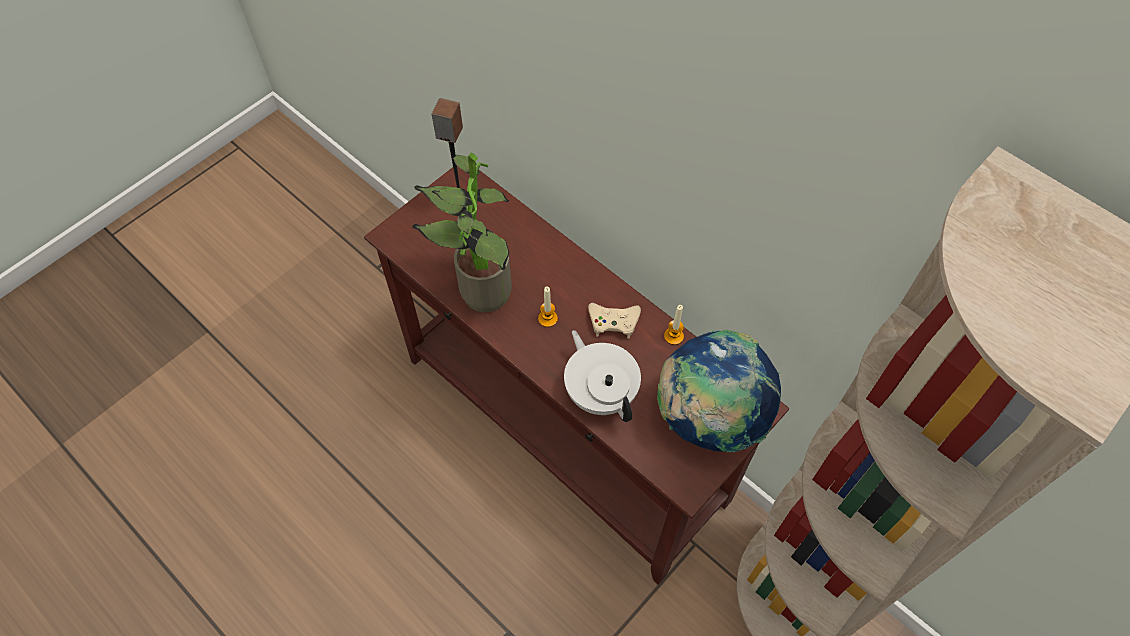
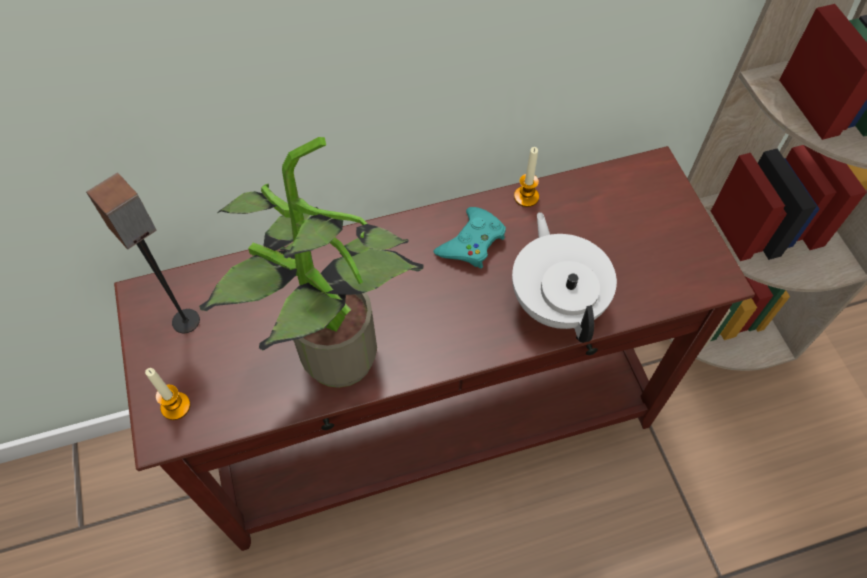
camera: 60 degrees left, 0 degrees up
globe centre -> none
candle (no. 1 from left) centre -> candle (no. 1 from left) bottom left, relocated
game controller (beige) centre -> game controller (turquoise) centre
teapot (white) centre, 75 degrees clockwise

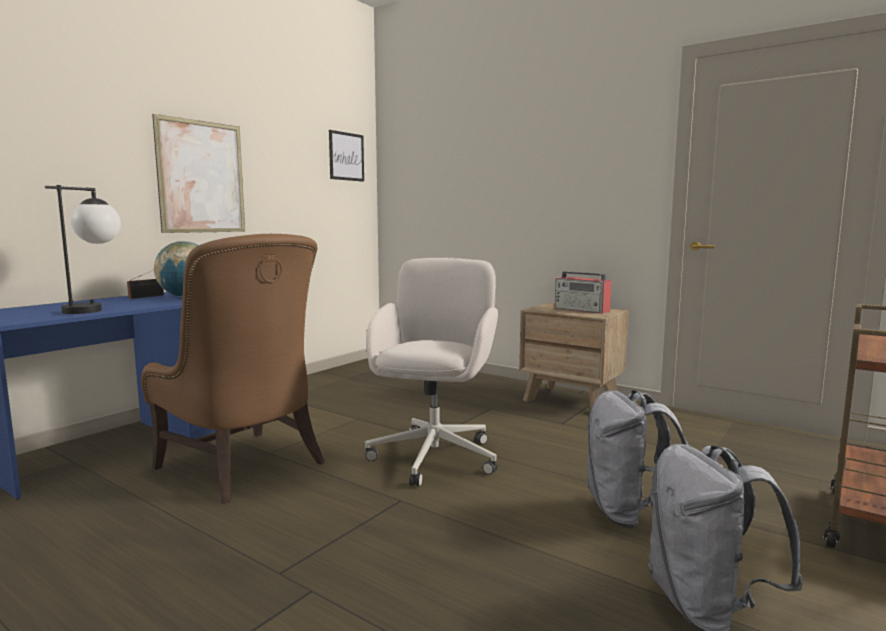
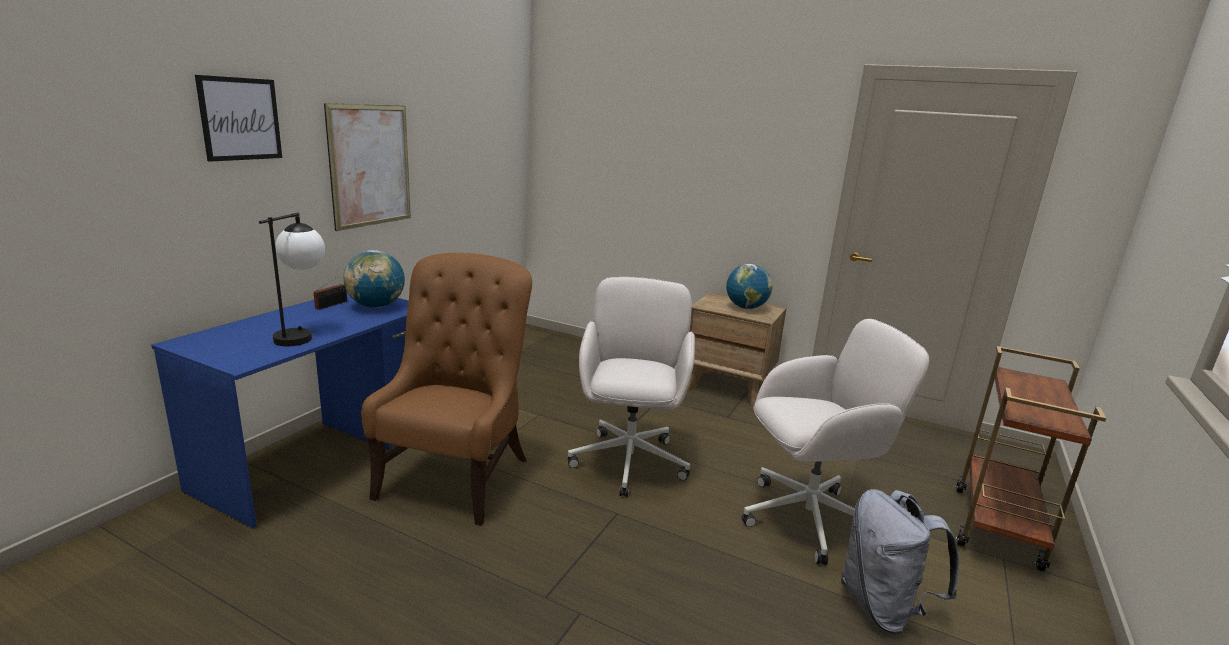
camera: 10 degrees left, 10 degrees up
picture (no. 2 from left in the first image) top centre -> picture (no. 1 from left) top left, relocated
radio (no. 2 from left) centre -> globe (no. 2 from left) centre
backpack (grey) (no. 1 from left) bottom right -> office chair (white) (no. 2 from left) bottom right
chair (brown) middle left -> chair (brown) centre, 105 degrees counterclockwise

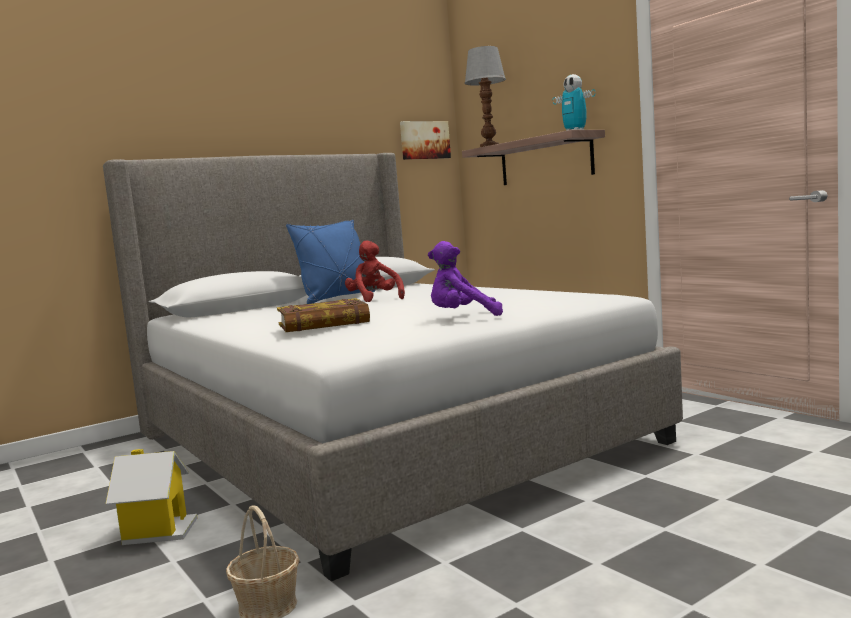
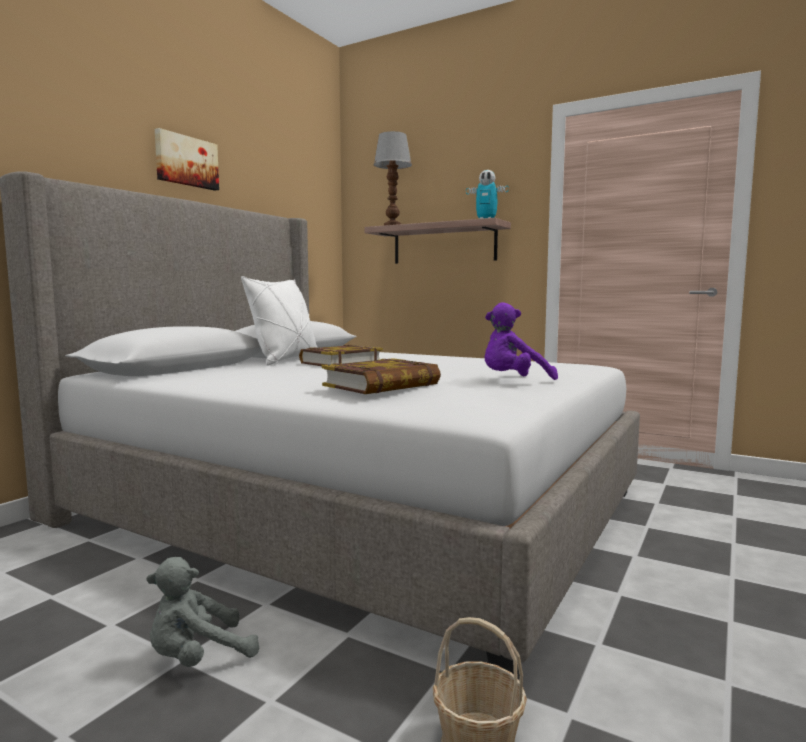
camera: 25 degrees left, 0 degrees up
picture top centre -> picture top left, relocated
toy house bottom left -> plush toy (grey) bottom left
plush toy (red) centre -> book (no. 1 from left) centre
pillow (blue) centre -> pillow (white) centre

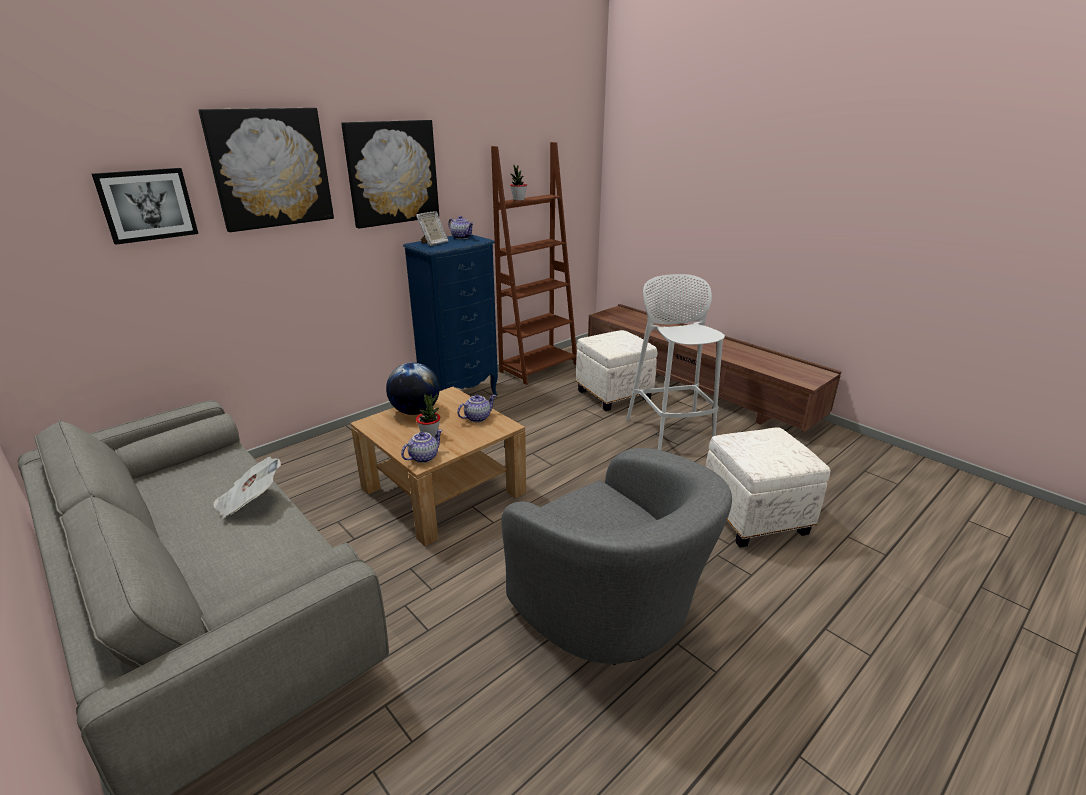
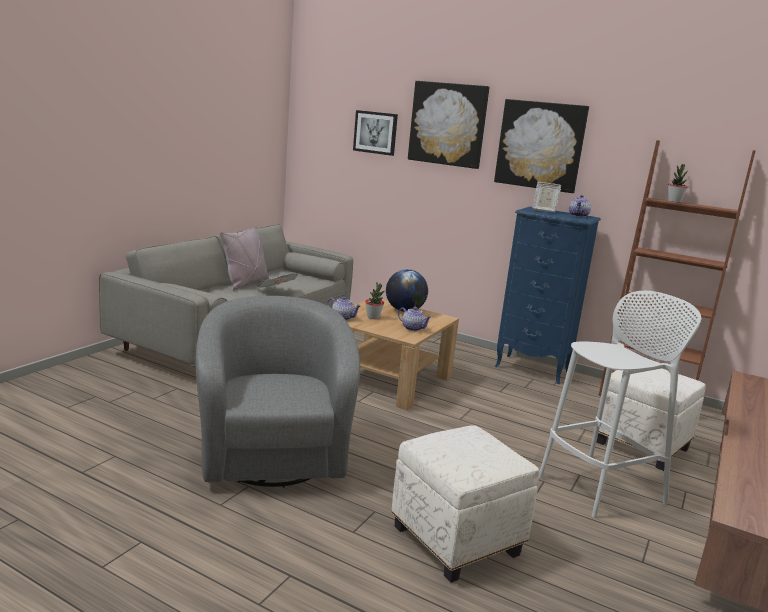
camera: 70 degrees right, 10 degrees down
none -> pillow (purple) middle left
armchair (grey) bottom centre -> armchair (grey) centre, 135 degrees clockwise

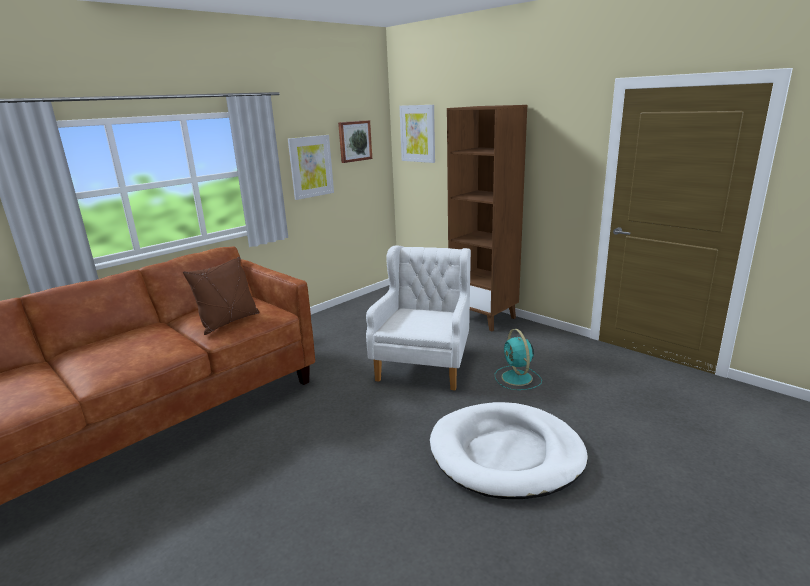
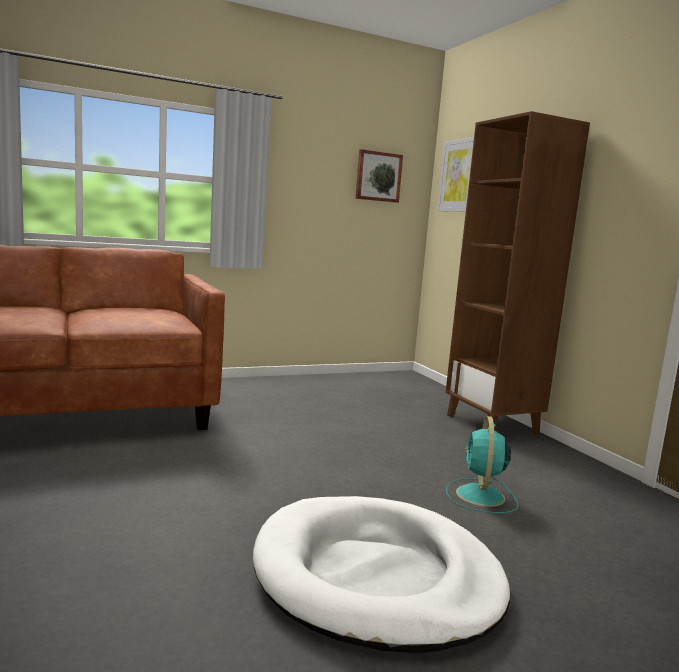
camera: 20 degrees right, 10 degrees down
pillow (brown) middle left -> none
picture (no. 1 from left) top centre -> none
armchair (white) centre -> none

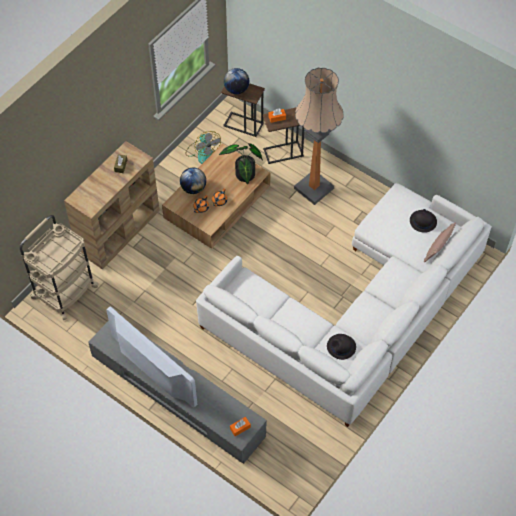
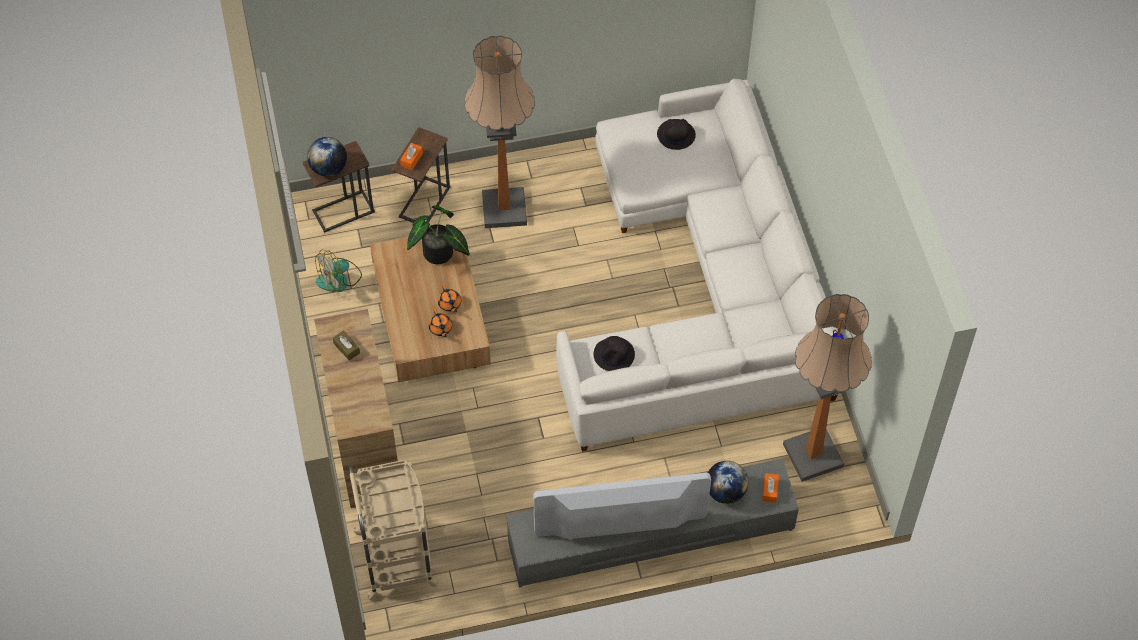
camera: 50 degrees left, 0 degrees up
pillow (beige) middle right -> none
none -> floor lamp (no. 2 from left) middle right
globe (no. 1 from left in the first image) centre -> globe (no. 2 from left) bottom centre, relocated
hat (black) (no. 1 from left) bottom centre -> hat (black) (no. 1 from left) centre, relocated
fan top centre -> fan middle left, 135 degrees clockwise

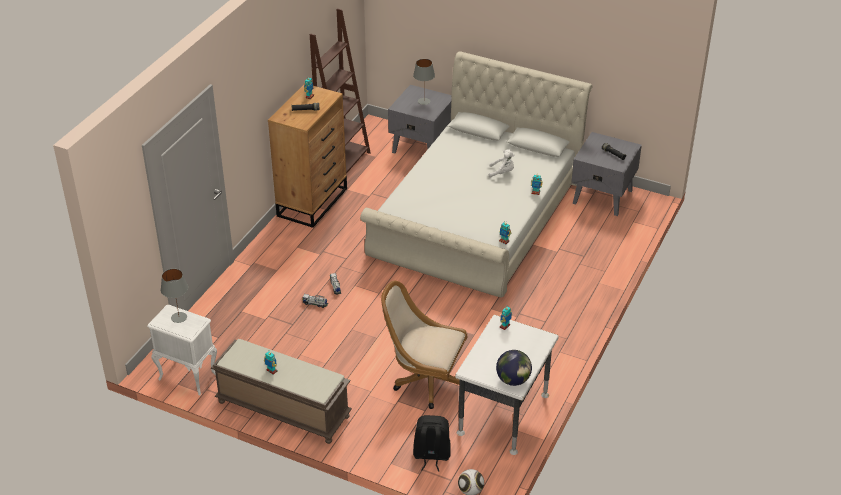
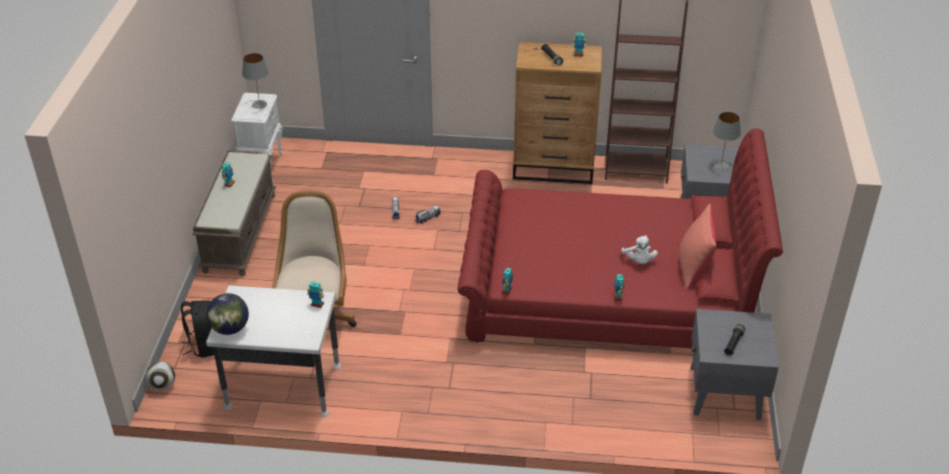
camera: 70 degrees right, 0 degrees up
none -> pillow (red) middle right
bed (beige) centre -> bed (red) centre

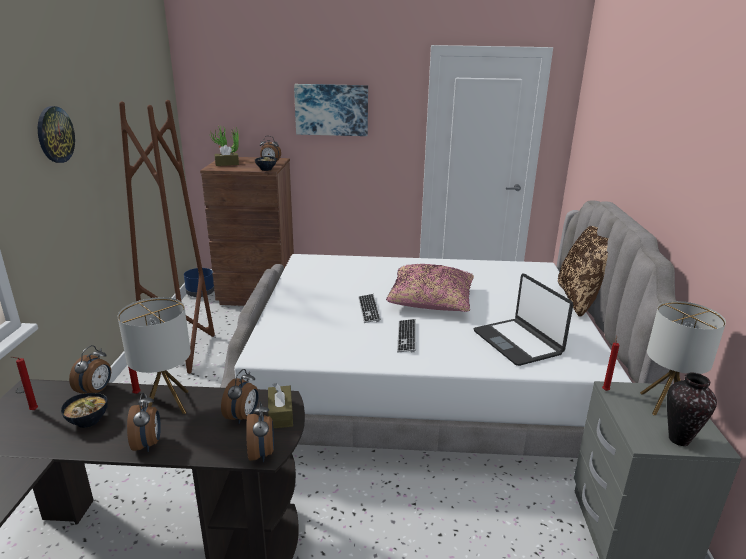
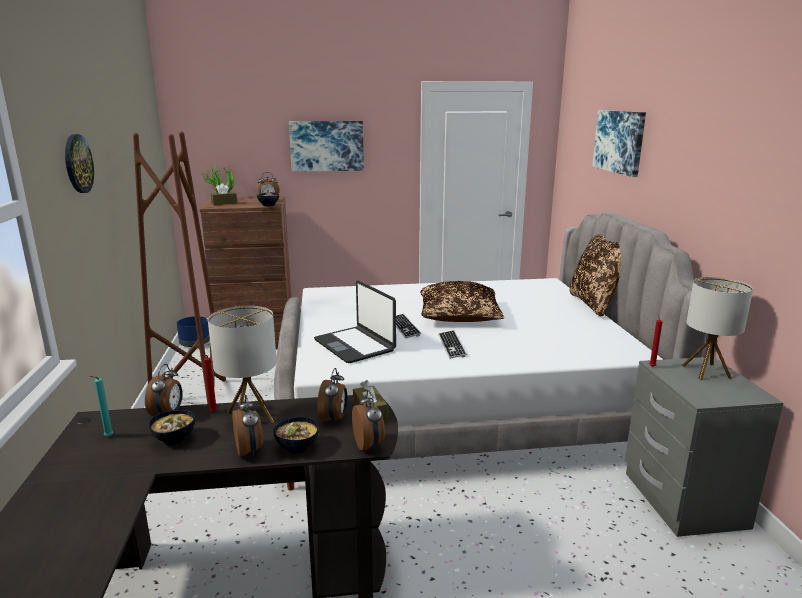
camera: 10 degrees left, 5 degrees down
vase bottom right -> none
none -> bowl (no. 3 from left) bottom centre
none -> picture (no. 2 from left) top right
laptop middle right -> laptop centre, relocated
candle (red) (no. 1 from left) bottom left -> candle (turquoise) bottom left
pillow (pink) centre -> pillow (brown) (no. 1 from left) centre

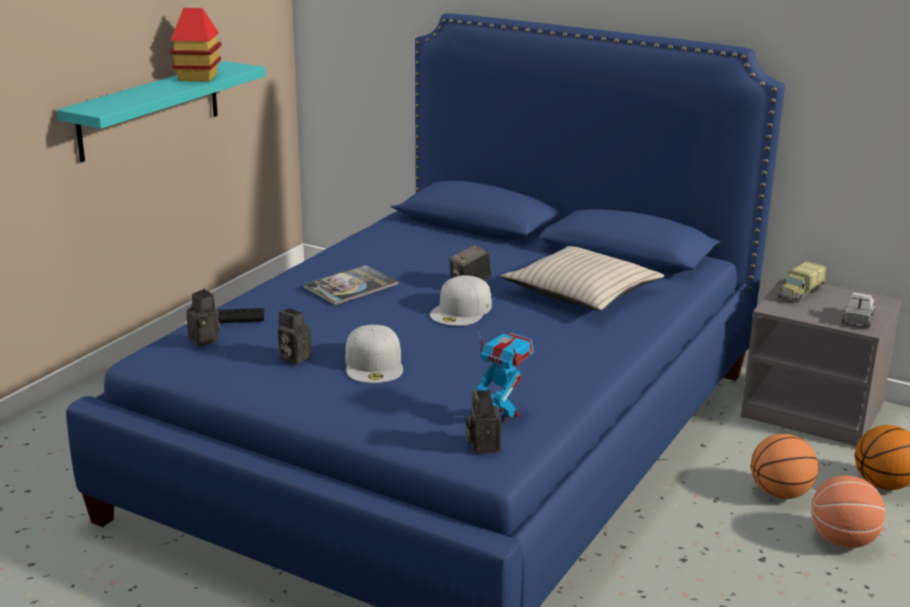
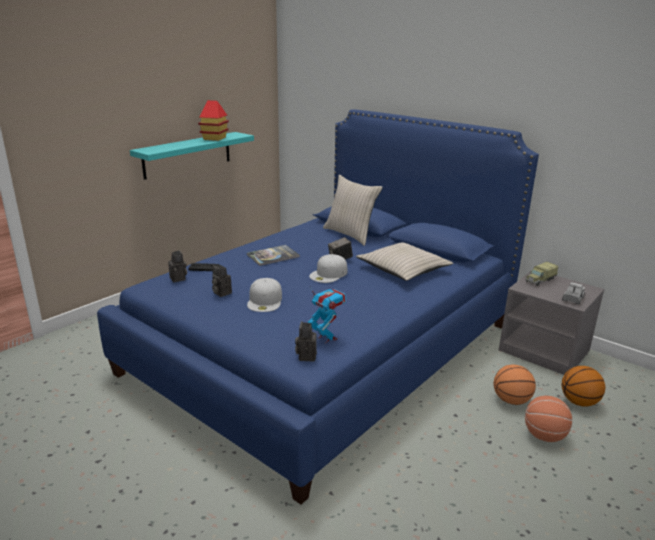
camera: 10 degrees right, 0 degrees up
none -> pillow (beige) (no. 1 from left) centre

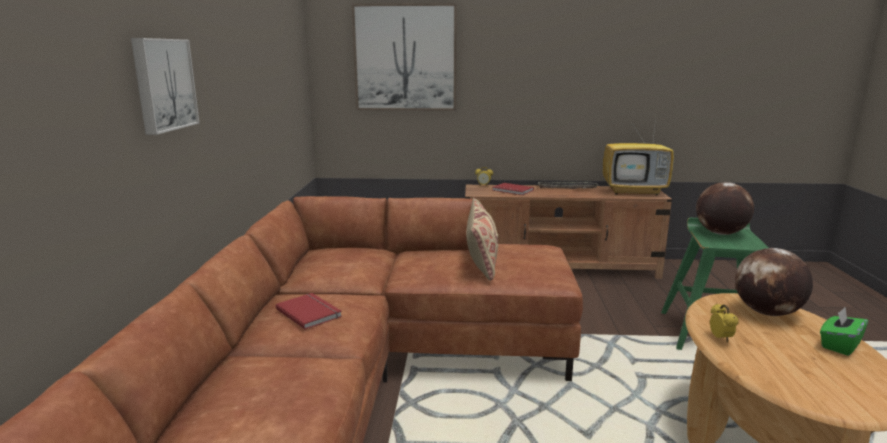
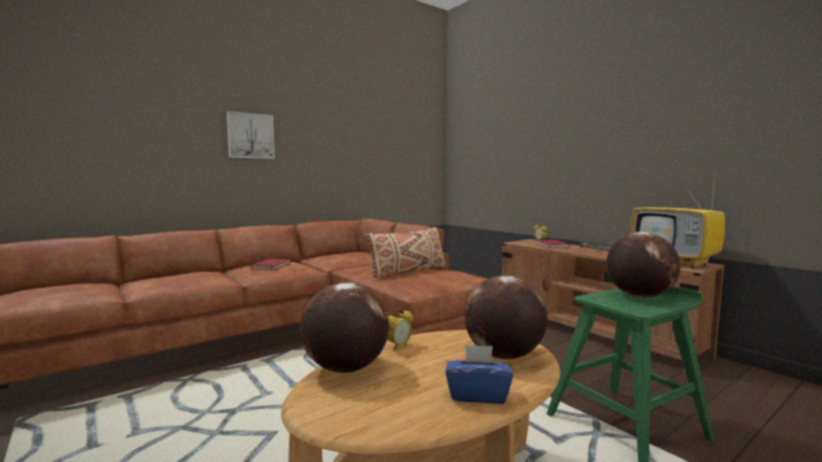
camera: 50 degrees right, 10 degrees down
picture (no. 2 from left) top centre -> none
none -> globe (no. 1 from left) bottom centre
tissue box (green) bottom right -> tissue box (blue) bottom centre

